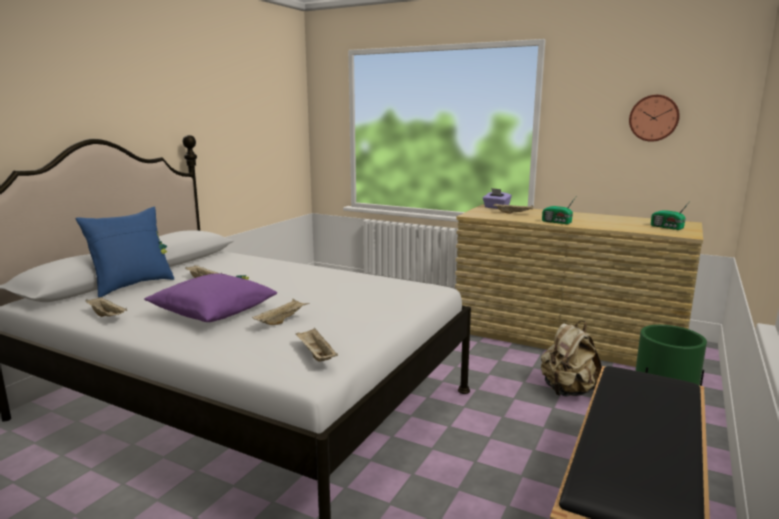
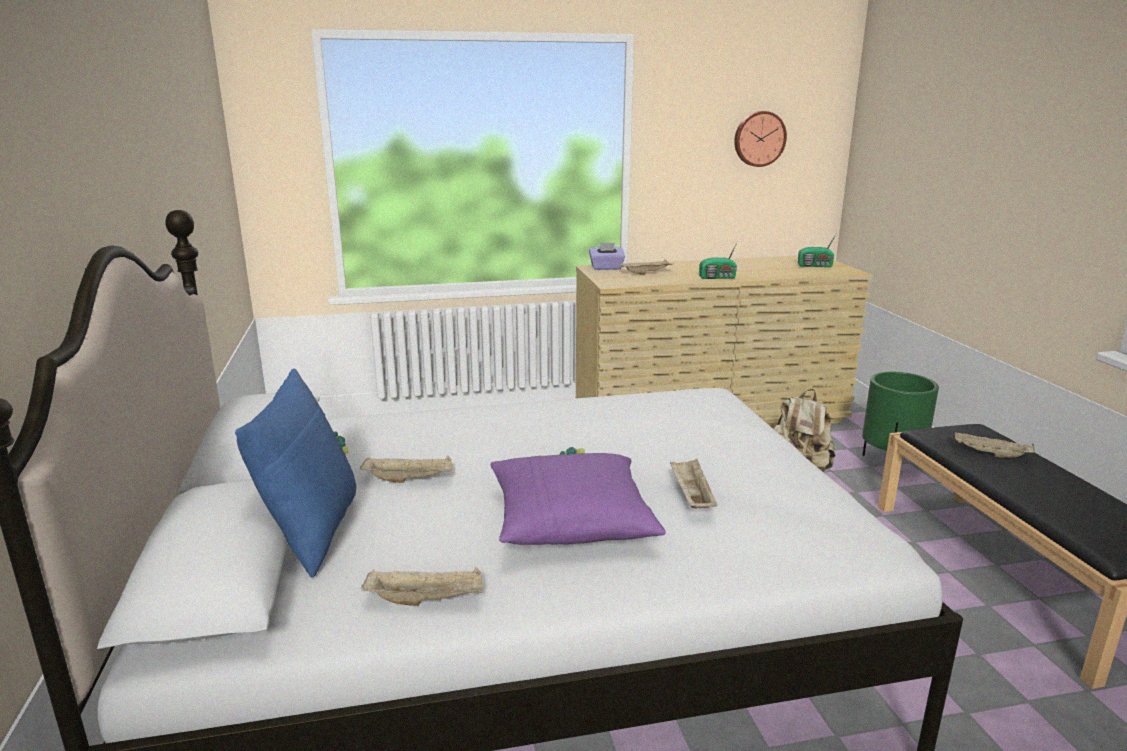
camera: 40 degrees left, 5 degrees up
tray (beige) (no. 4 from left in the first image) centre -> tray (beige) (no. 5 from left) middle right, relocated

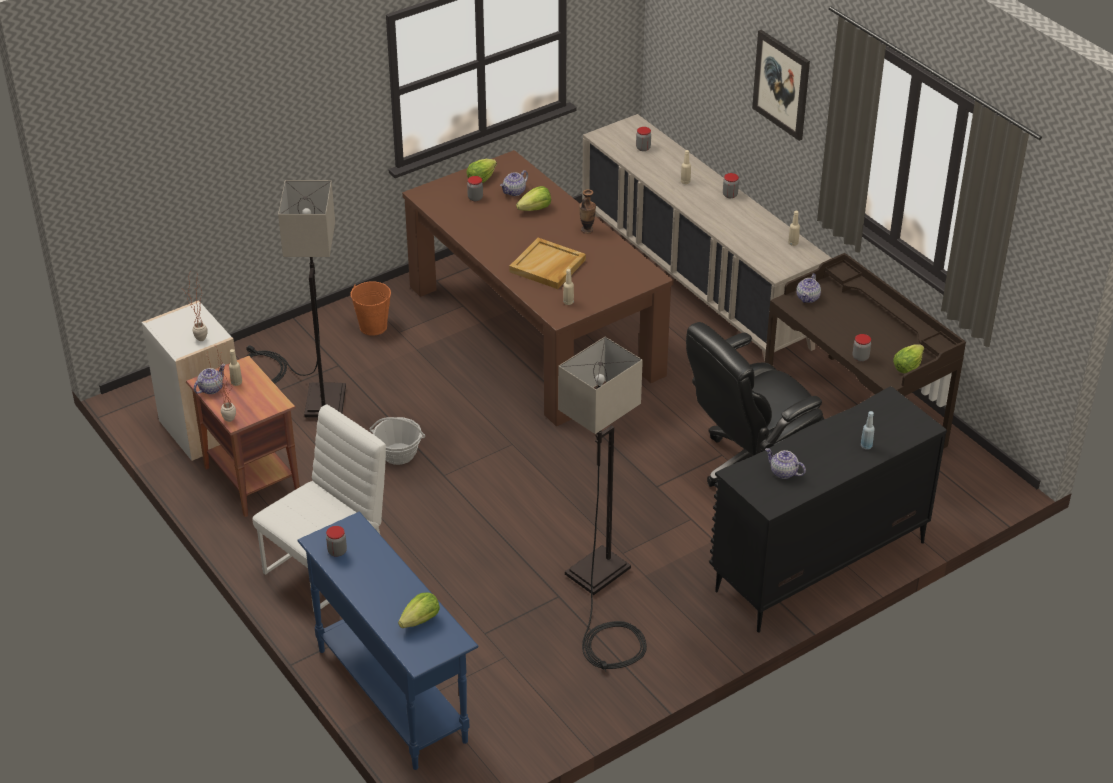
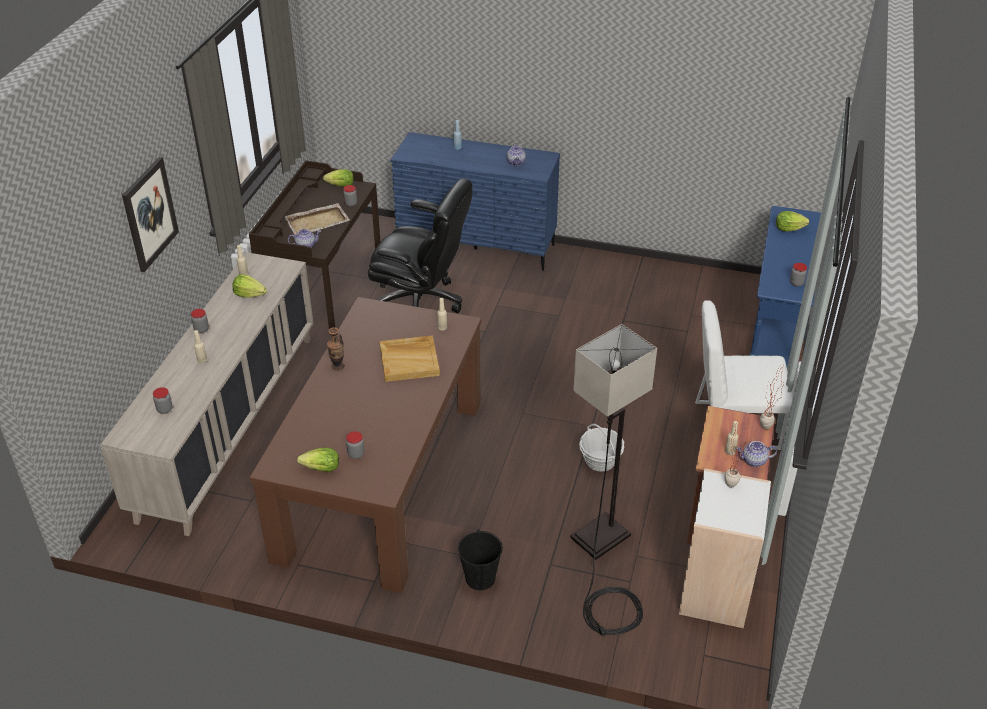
camera: 130 degrees left, 0 degrees up
teapot (no. 2 from left) top centre -> none
floor lamp (no. 2 from left) centre -> none
none -> tray (beige) (no. 1 from left) top left
lettuce (no. 3 from left in the first image) top centre -> lettuce (no. 1 from left) middle left, relocated
bucket (orange) middle left -> bucket (black) bottom centre
dresser (black) middle right -> dresser (blue) top centre

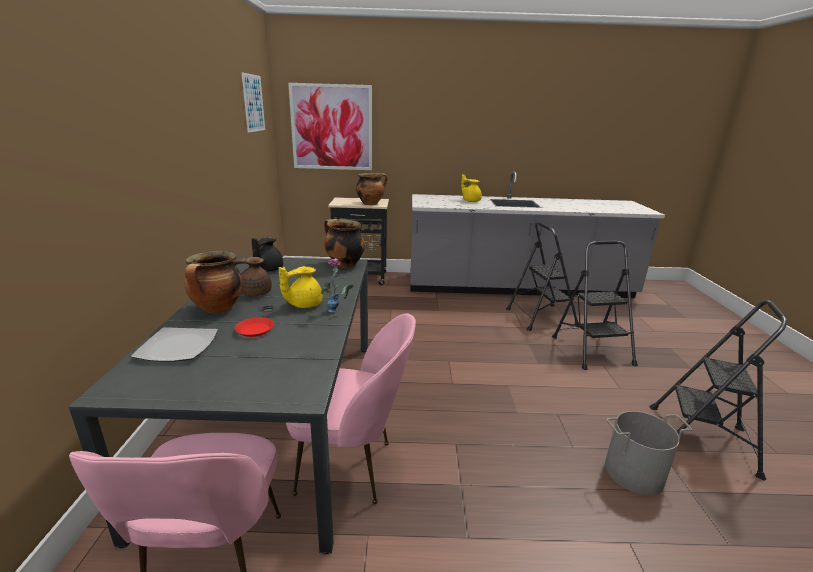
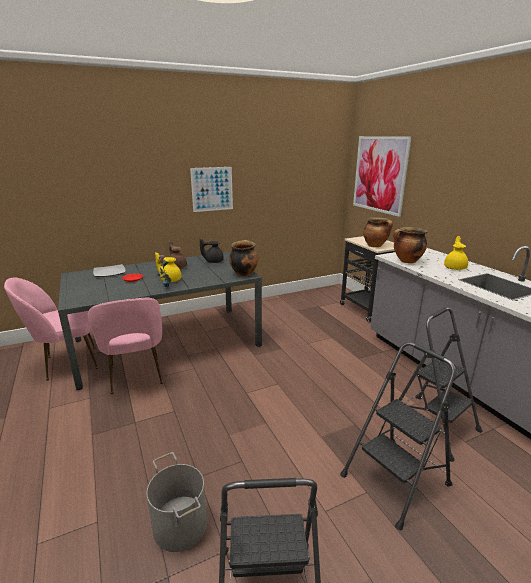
camera: 65 degrees right, 0 degrees up
cooking pot (no. 1 from left in the first image) middle left -> cooking pot (no. 3 from left) middle right, relocated
picture (no. 1 from left) top left -> picture (no. 1 from left) top centre, relocated

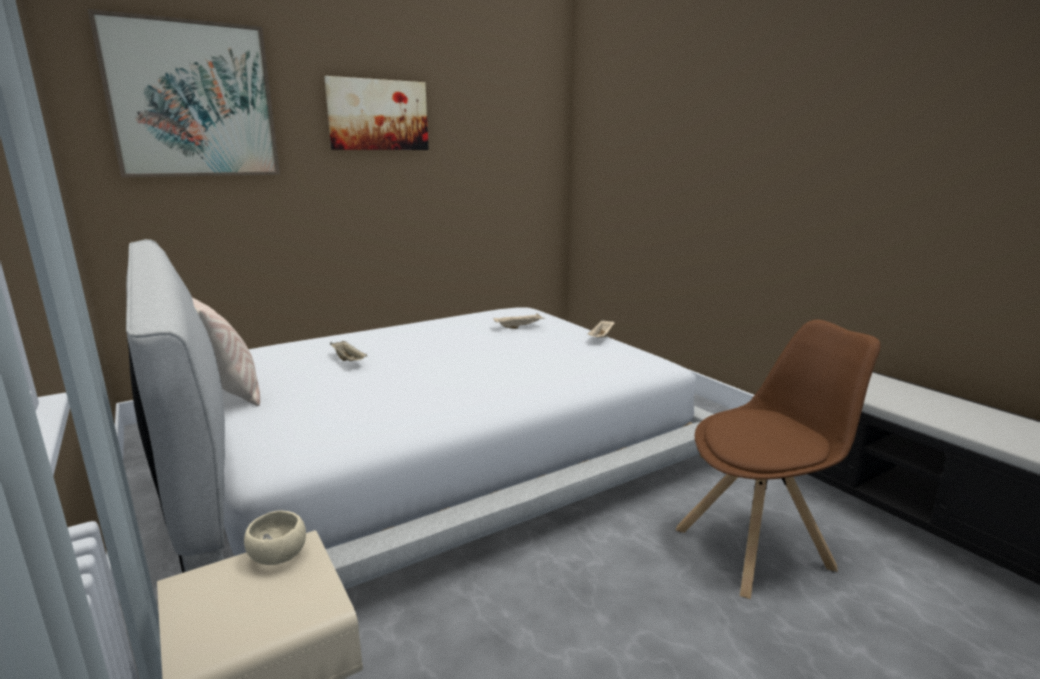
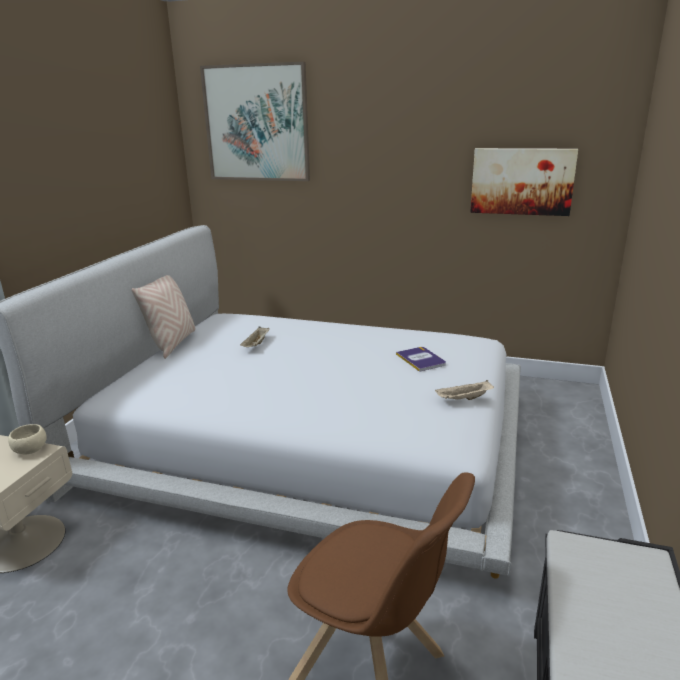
camera: 50 degrees right, 5 degrees up
picture (no. 2 from left) top centre -> picture (no. 2 from left) top right, relocated
tray (beige) (no. 2 from left) centre -> book centre

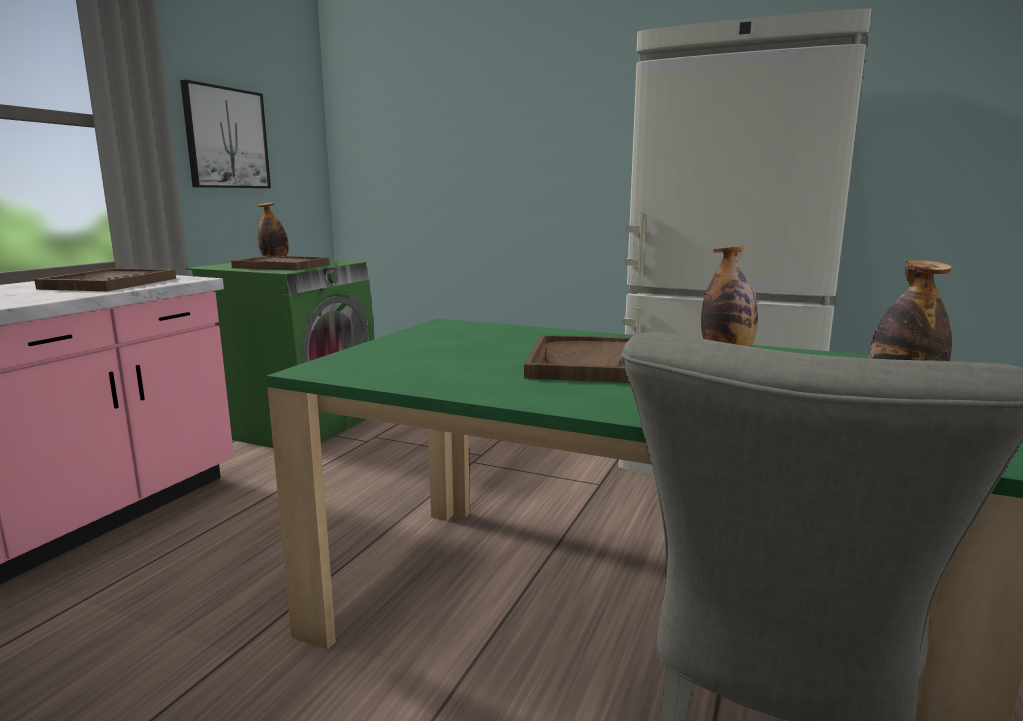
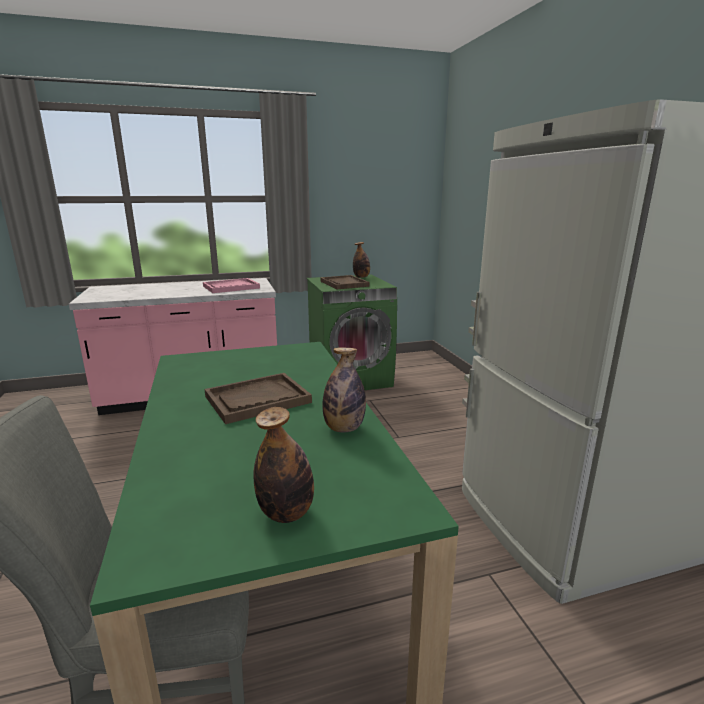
camera: 50 degrees right, 5 degrees up
picture top left -> none
tray (brown) (no. 1 from left) middle left -> tray (pink) middle left

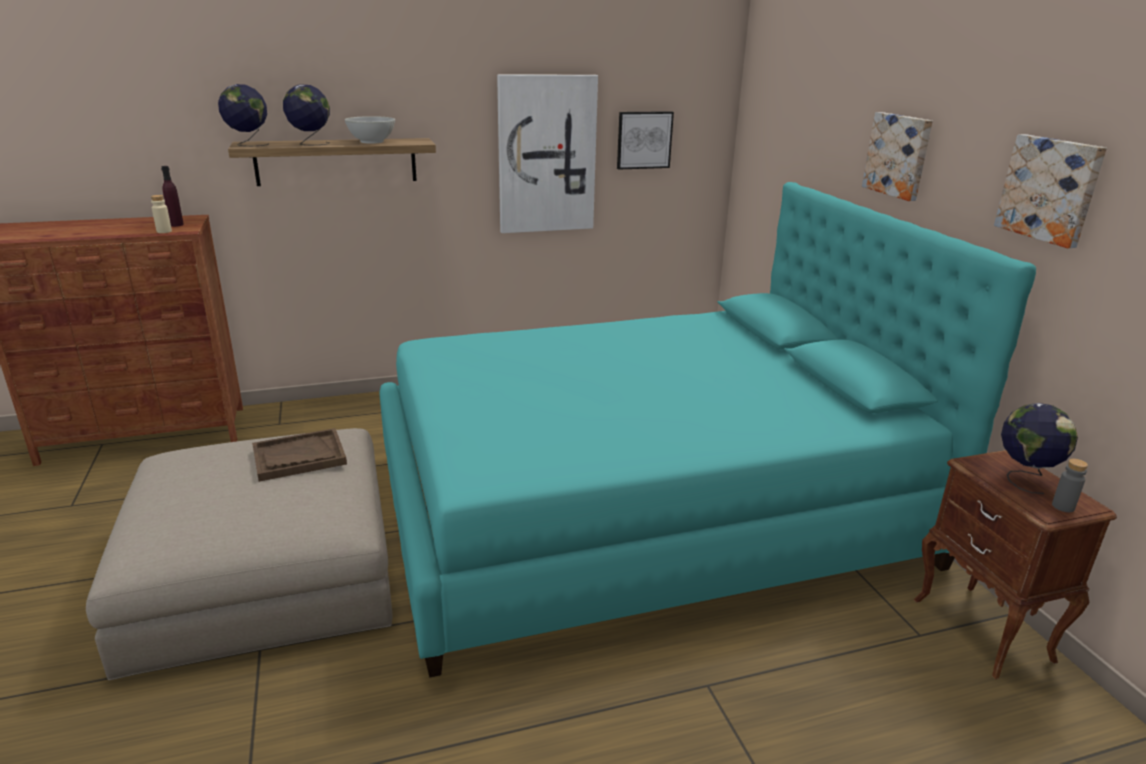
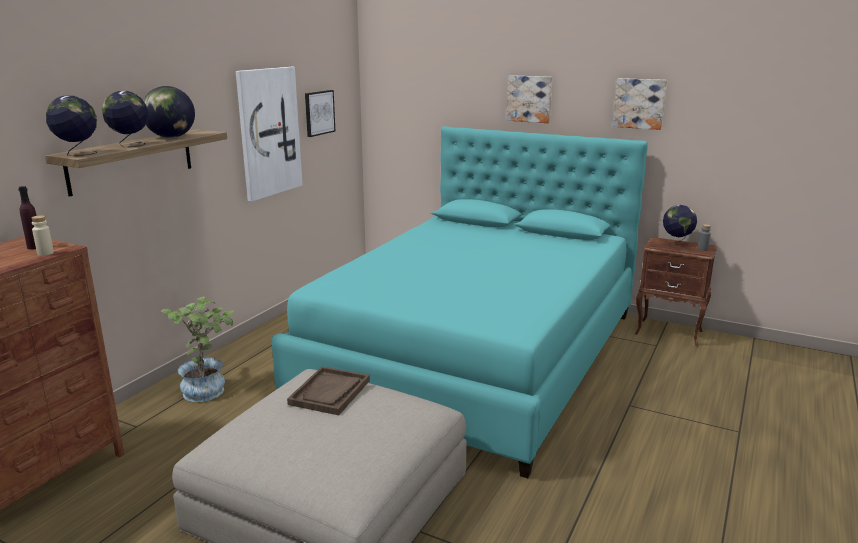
camera: 45 degrees left, 5 degrees down
none -> potted plant middle left
bowl (white) top left -> globe (no. 3 from left) top left

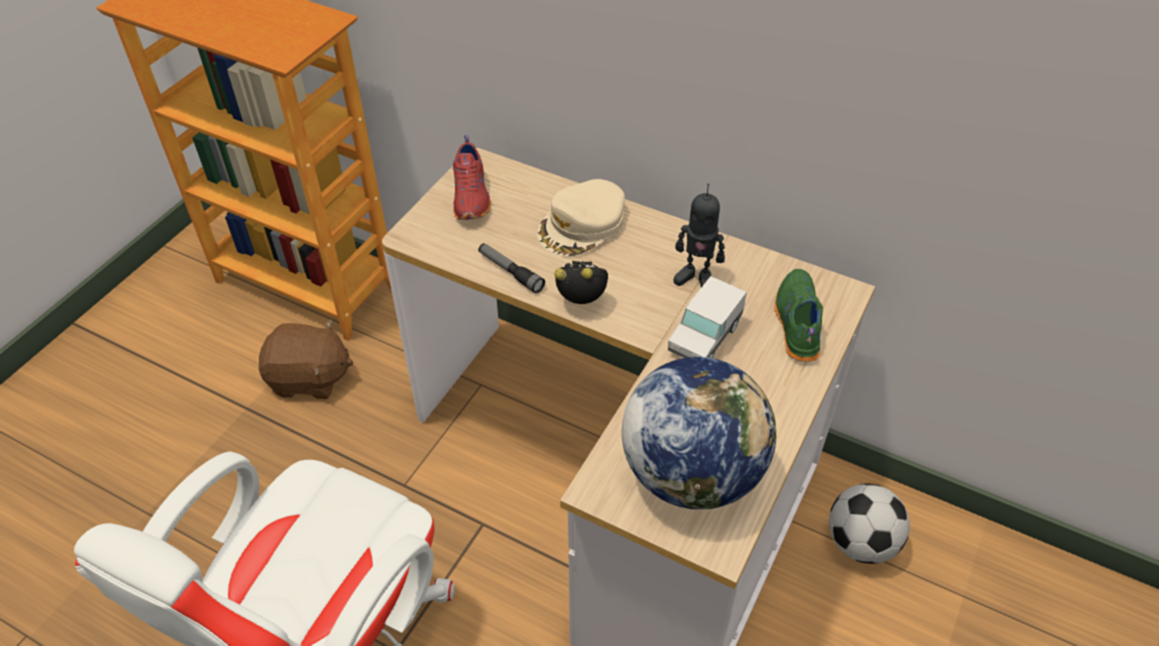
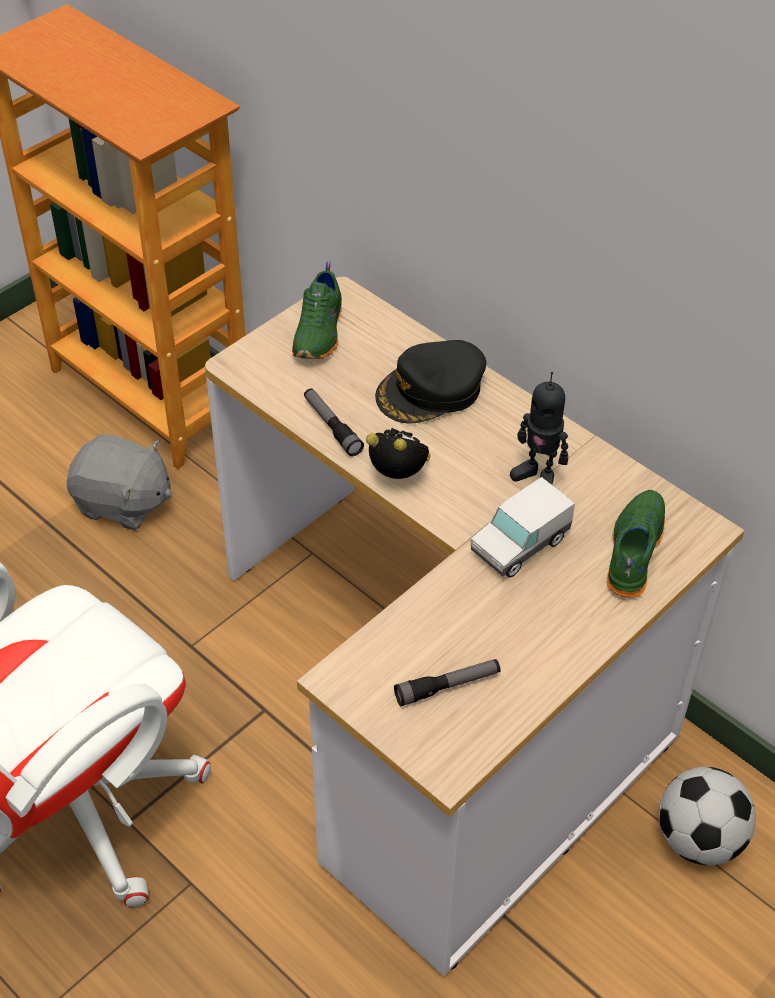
camera: 15 degrees right, 0 degrees up
globe bottom centre -> flashlight (no. 2 from left) bottom centre
plush toy (brown) middle left -> plush toy (grey) middle left
shoe (red) top centre -> shoe (green) (no. 1 from left) top centre
cap (beige) centre -> cap (black) centre

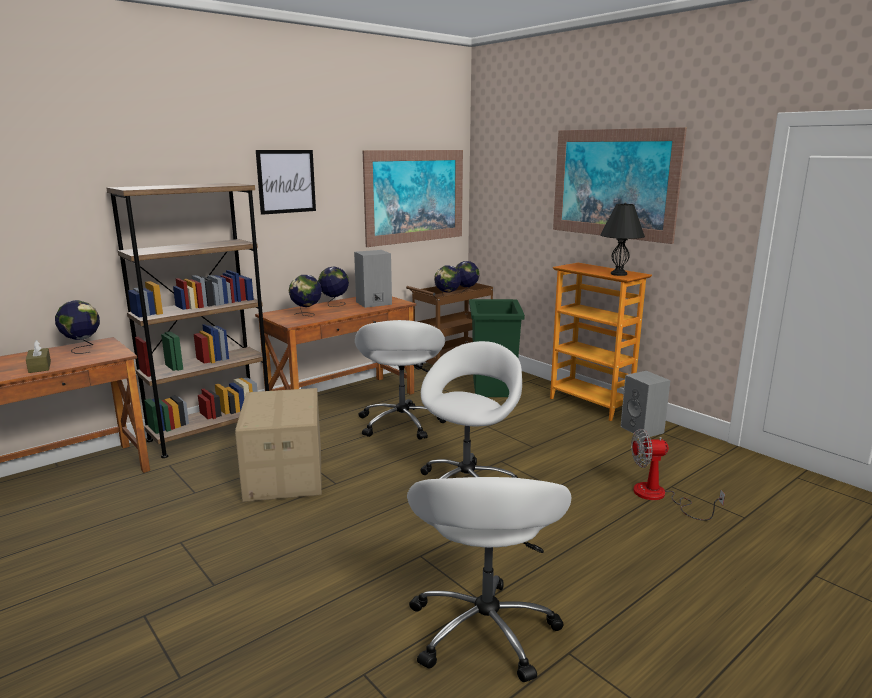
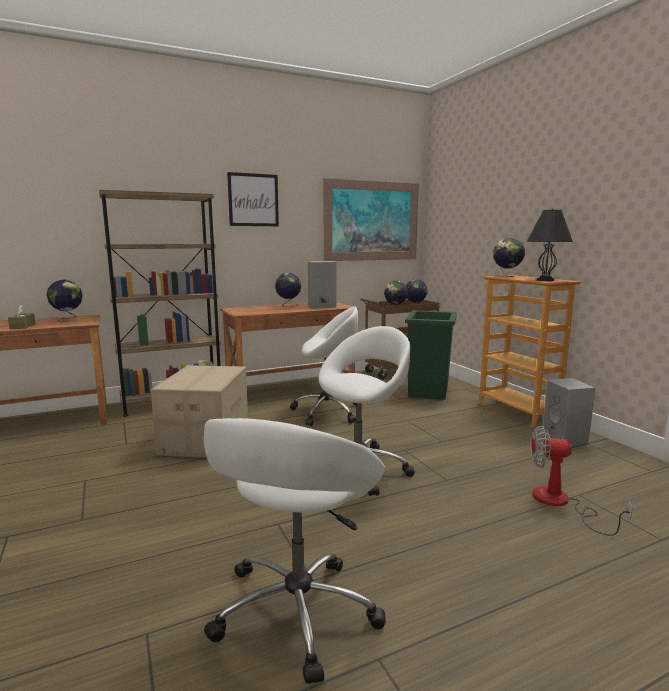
camera: 15 degrees right, 5 degrees down
picture (no. 3 from left) top right -> none
globe (no. 2 from left in the first image) centre -> globe (no. 5 from left) middle right, relocated
office chair (white) (no. 1 from left in the first image) centre -> office chair (white) (no. 2 from left) centre, 105 degrees counterclockwise

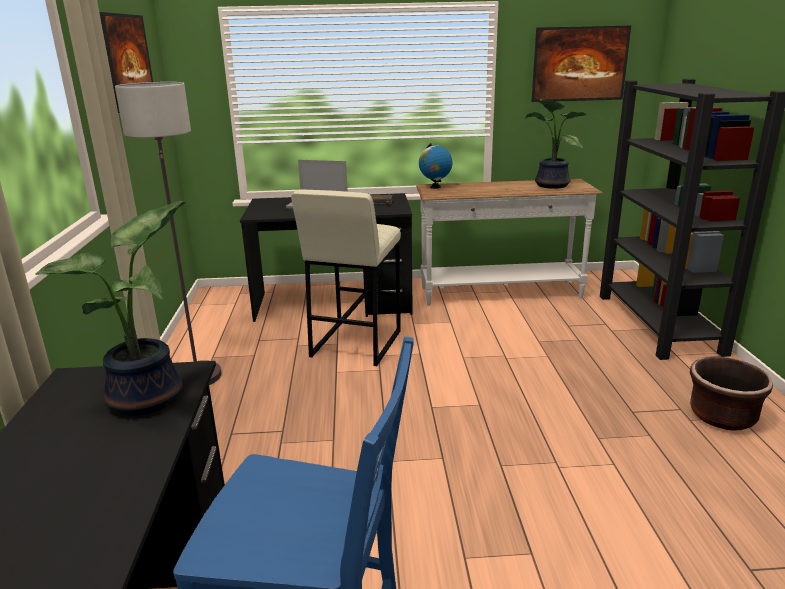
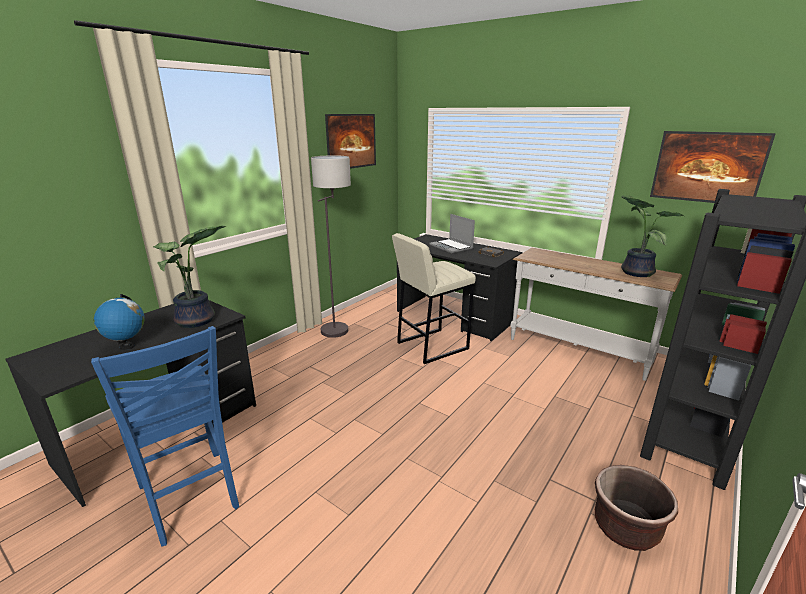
camera: 40 degrees right, 0 degrees up
globe top centre -> globe middle left, relocated

